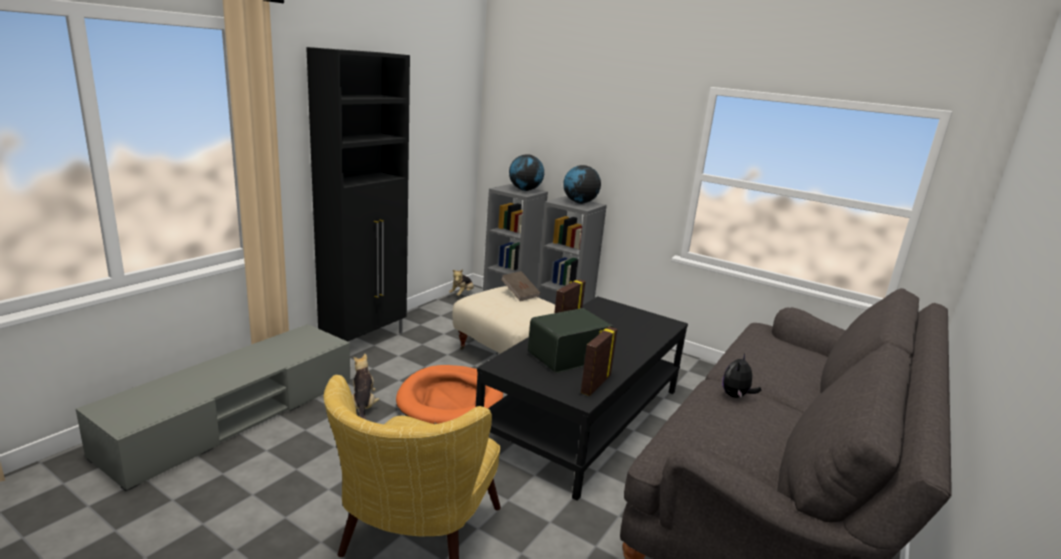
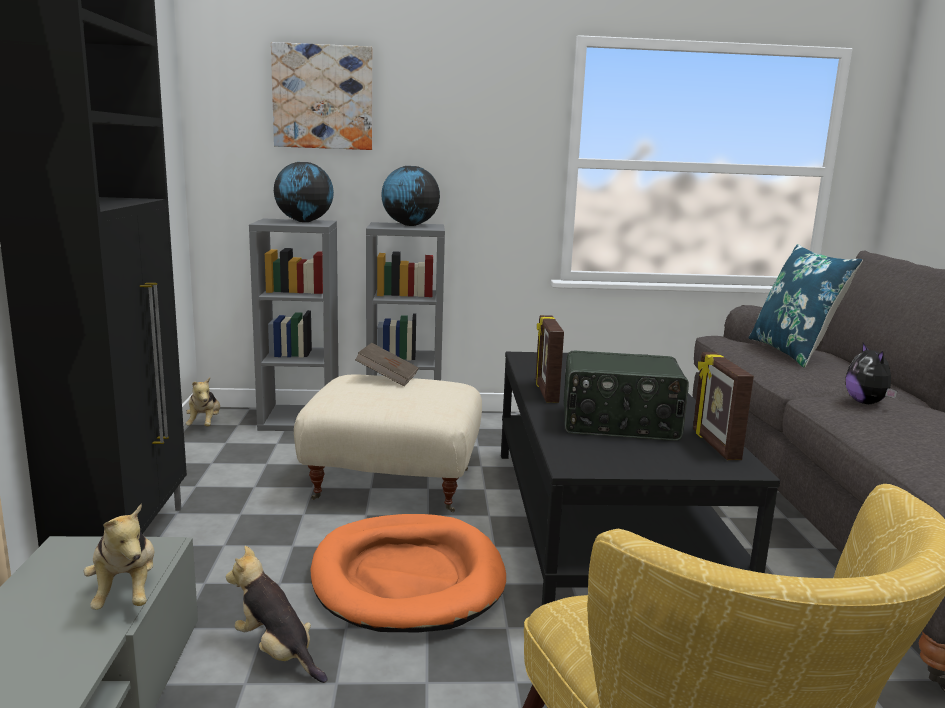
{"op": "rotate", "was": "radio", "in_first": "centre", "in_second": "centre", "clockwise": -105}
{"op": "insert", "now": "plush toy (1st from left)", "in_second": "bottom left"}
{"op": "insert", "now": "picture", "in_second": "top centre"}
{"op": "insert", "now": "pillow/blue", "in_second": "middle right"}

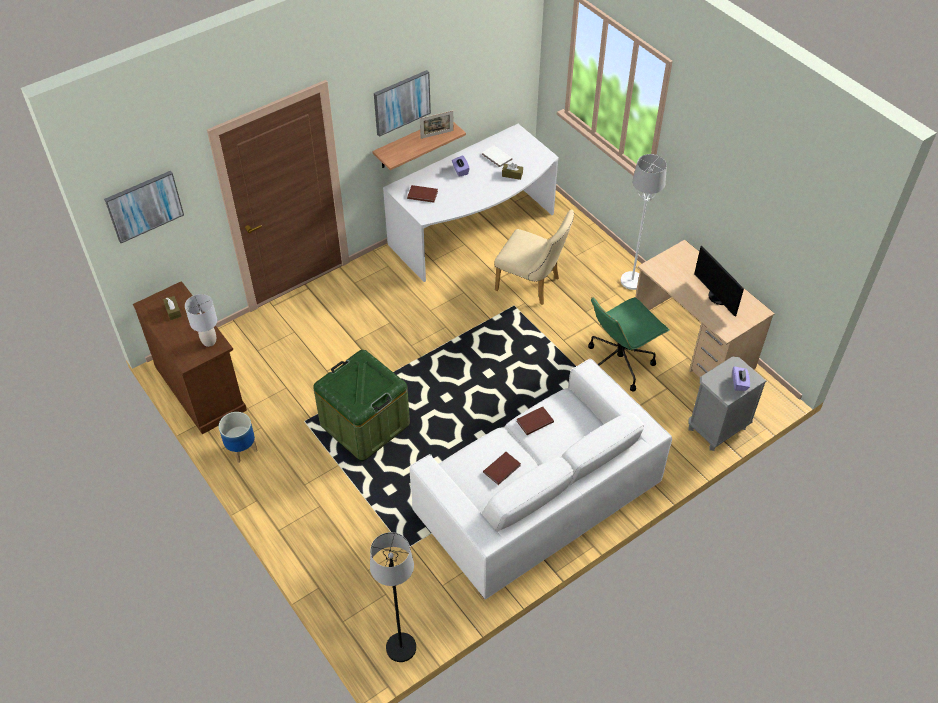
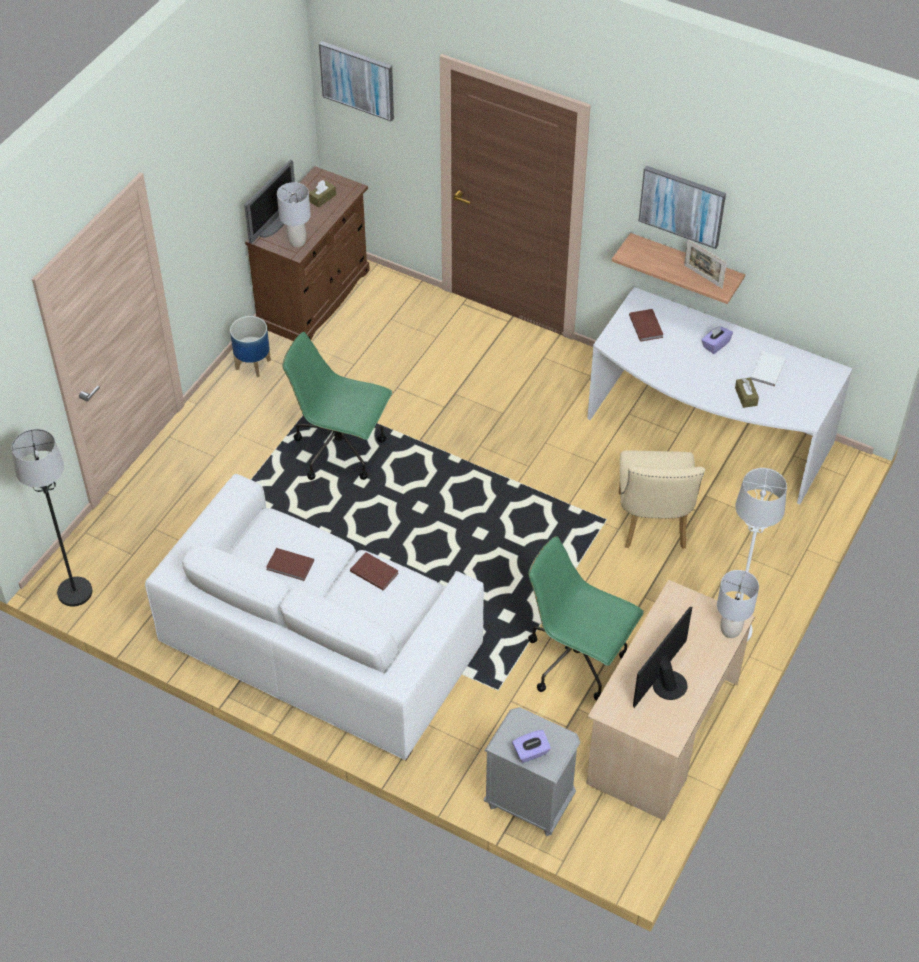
{"op": "replace", "was": "storage box/green", "now": "office chair/green (1st from left)", "in_first": "centre", "in_second": "centre"}
{"op": "insert", "now": "monitor (1st from left)", "in_second": "top left"}
{"op": "insert", "now": "table lamp/grey (2nd from left)", "in_second": "middle right"}

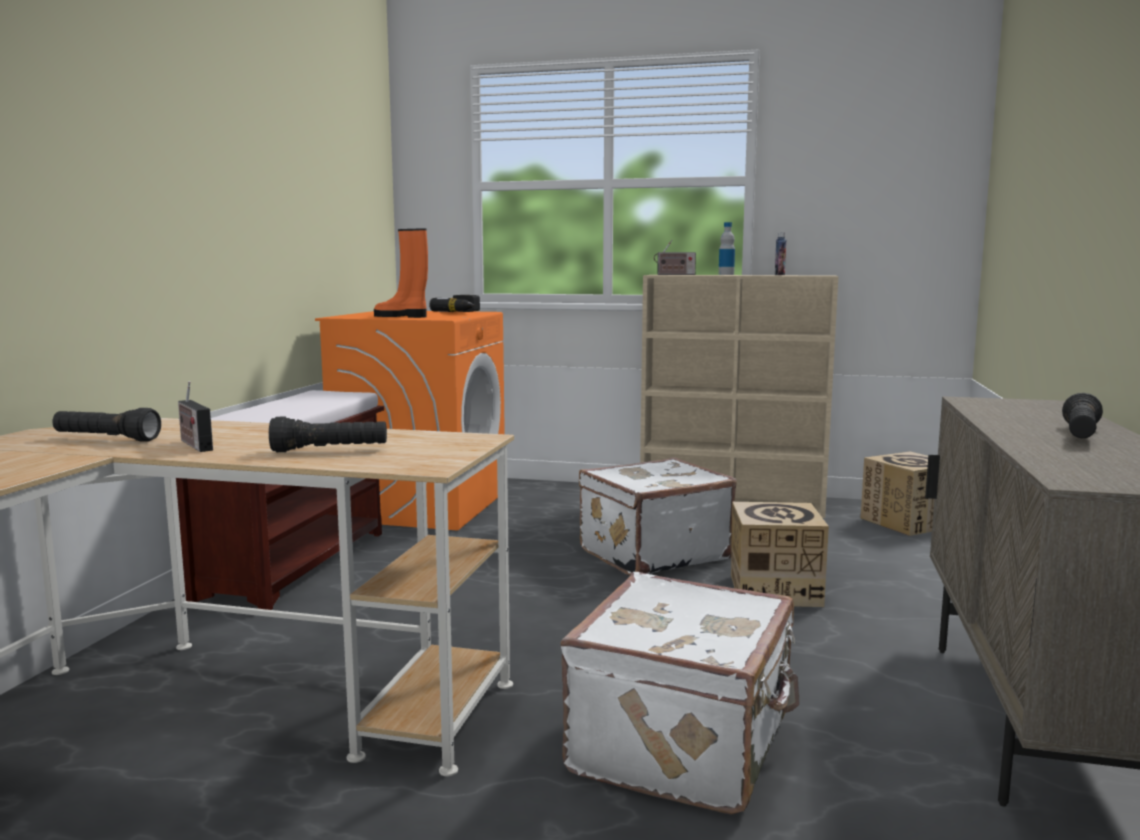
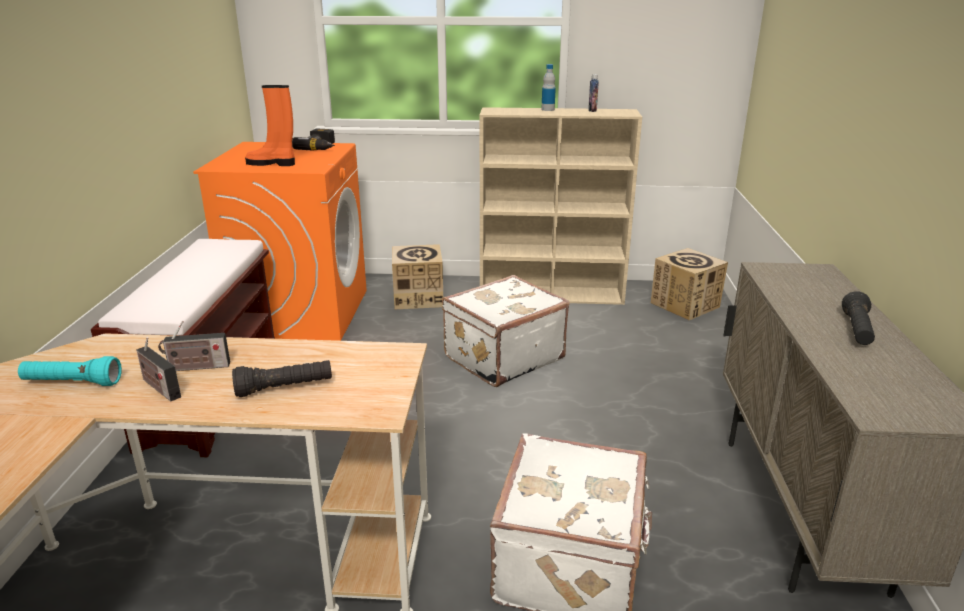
{"op": "recolor", "was": "flashlight/black (1st from left)", "now": "flashlight/turquoise", "in_first": "middle left", "in_second": "middle left"}
{"op": "move", "was": "radio (2nd from left)", "in_first": "top centre", "in_second": "middle left"}
{"op": "move", "was": "cardboard box (1st from left)", "in_first": "middle right", "in_second": "centre"}

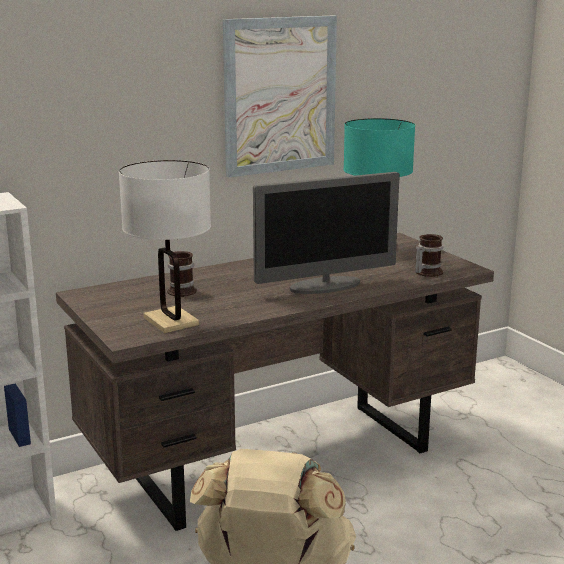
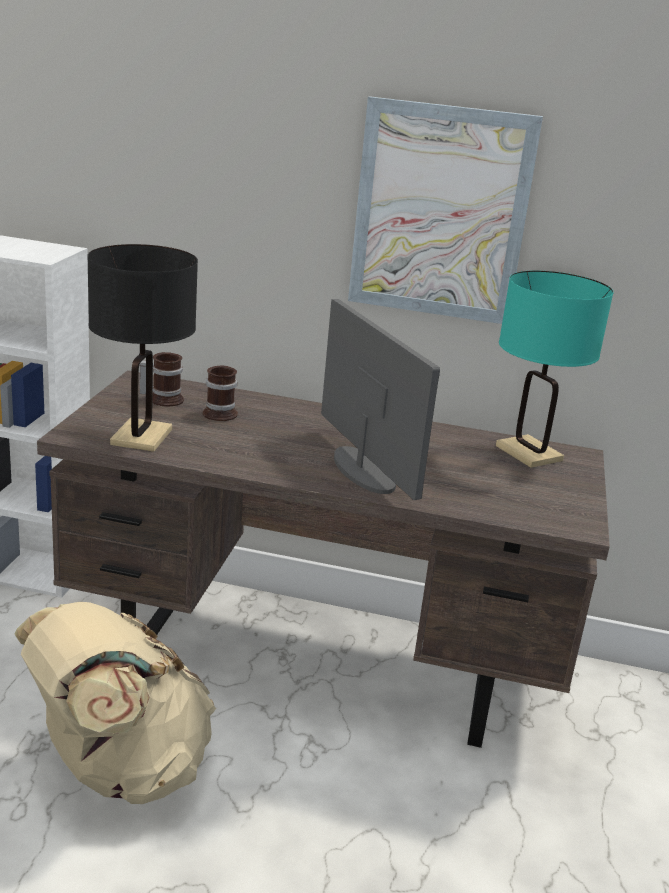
{"op": "recolor", "was": "table lamp/white", "now": "table lamp/black", "in_first": "middle left", "in_second": "middle left"}
{"op": "rotate", "was": "monitor", "in_first": "centre", "in_second": "centre", "clockwise": -135}
{"op": "move", "was": "mug (2nd from left in the first image)", "now": "mug (1st from left)", "in_first": "middle right", "in_second": "middle left"}

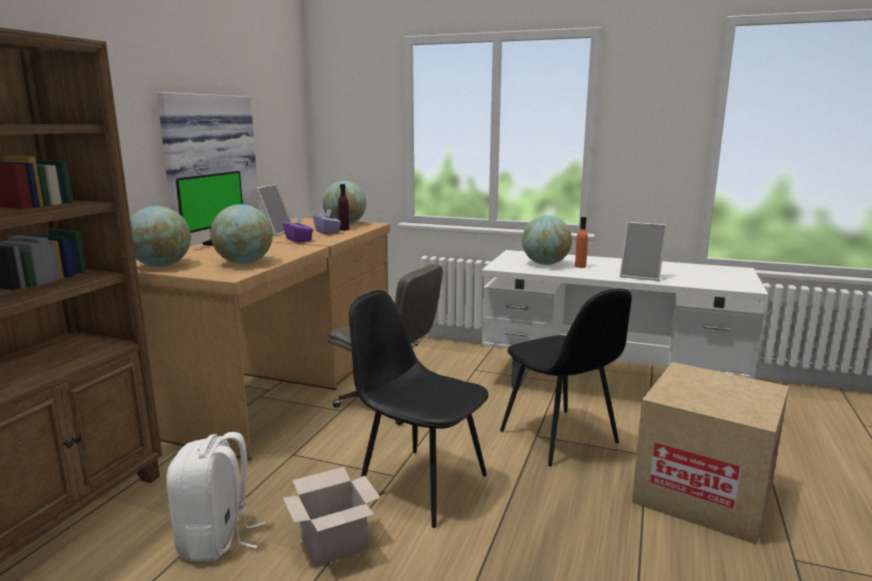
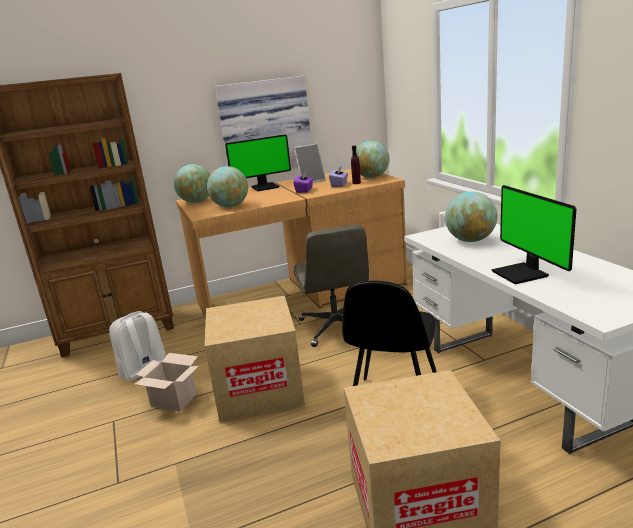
{"op": "replace", "was": "chair/black (1st from left)", "now": "cardboard box (2nd from left)", "in_first": "bottom centre", "in_second": "bottom centre"}
{"op": "delete", "was": "bottle/orange", "in_first": "centre"}
{"op": "replace", "was": "picture frame (2nd from left)", "now": "monitor (2nd from left)", "in_first": "middle right", "in_second": "middle right"}

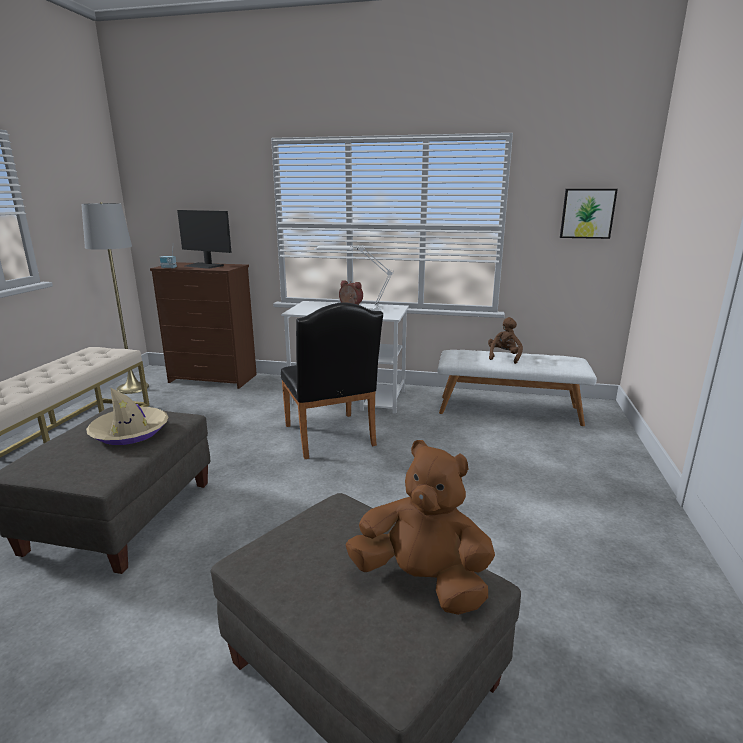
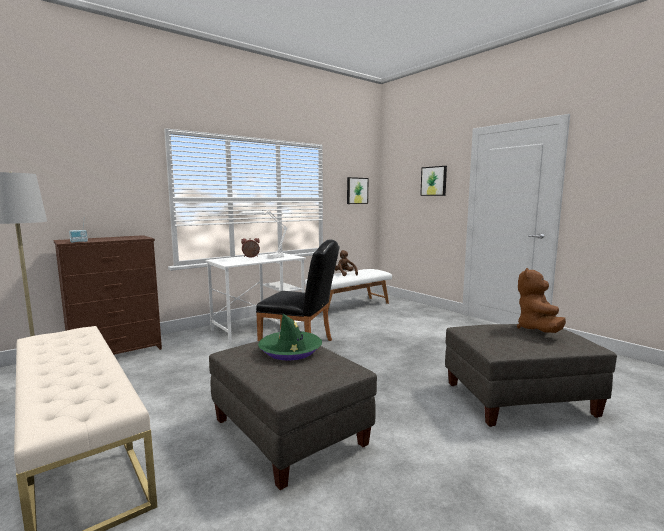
{"op": "recolor", "was": "hat/beige", "now": "hat/green", "in_first": "middle left", "in_second": "centre"}
{"op": "delete", "was": "monitor", "in_first": "top left"}
{"op": "rotate", "was": "plush toy/brown (1st from left in the first image)", "in_first": "bottom centre", "in_second": "middle right", "clockwise": -45}
{"op": "insert", "now": "picture (2nd from left)", "in_second": "centre"}

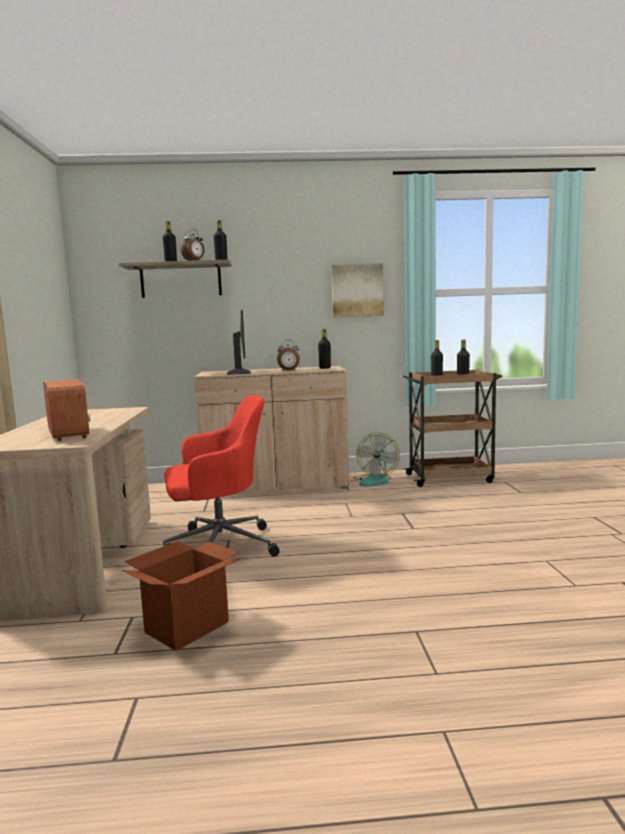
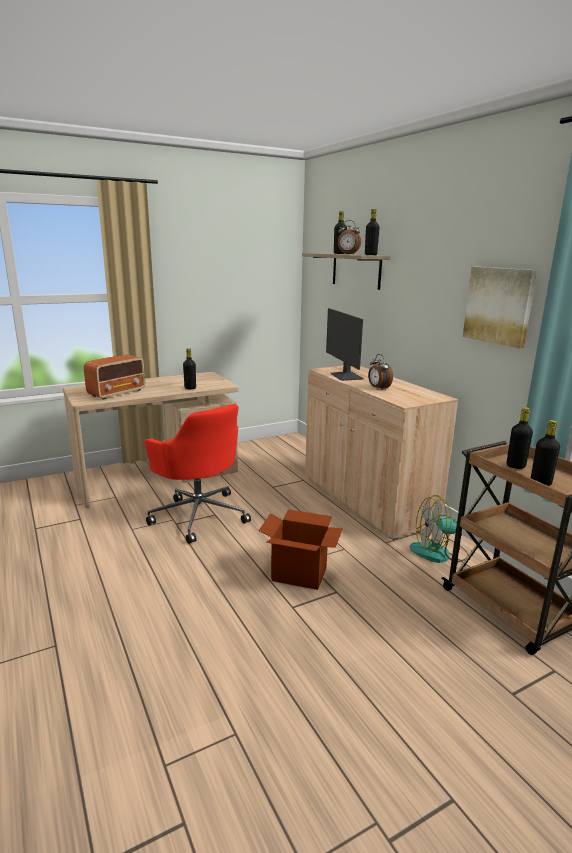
{"op": "move", "was": "cardboard box", "in_first": "bottom left", "in_second": "centre"}
{"op": "rotate", "was": "monitor", "in_first": "centre", "in_second": "centre", "clockwise": 105}
{"op": "move", "was": "bottle/black (3rd from left in the first image)", "now": "bottle/black (1st from left)", "in_first": "centre", "in_second": "middle left"}

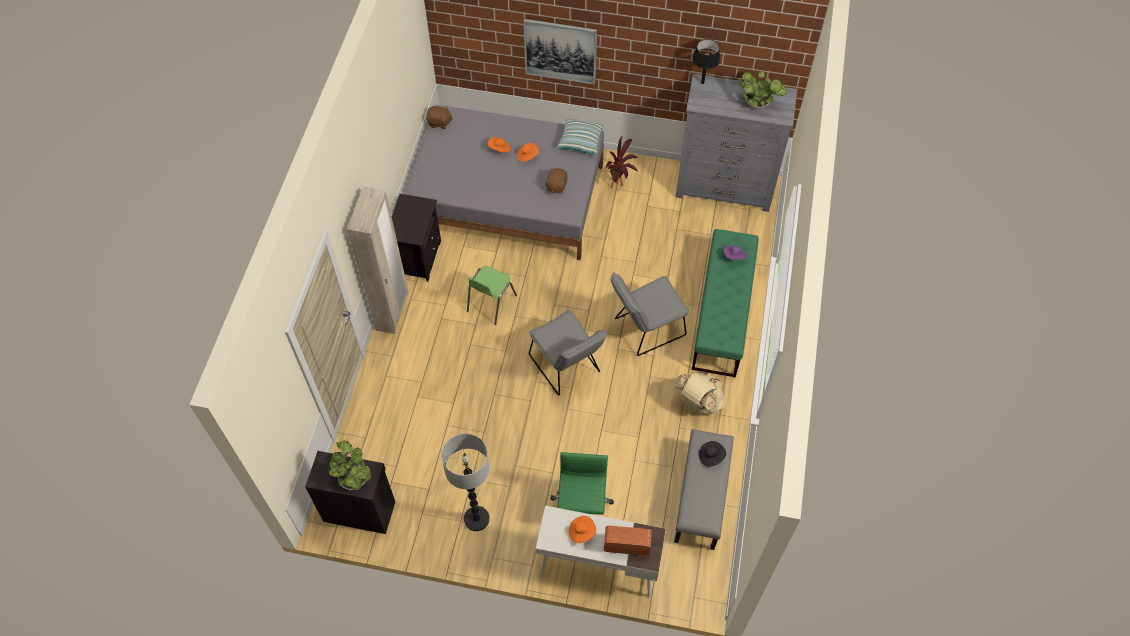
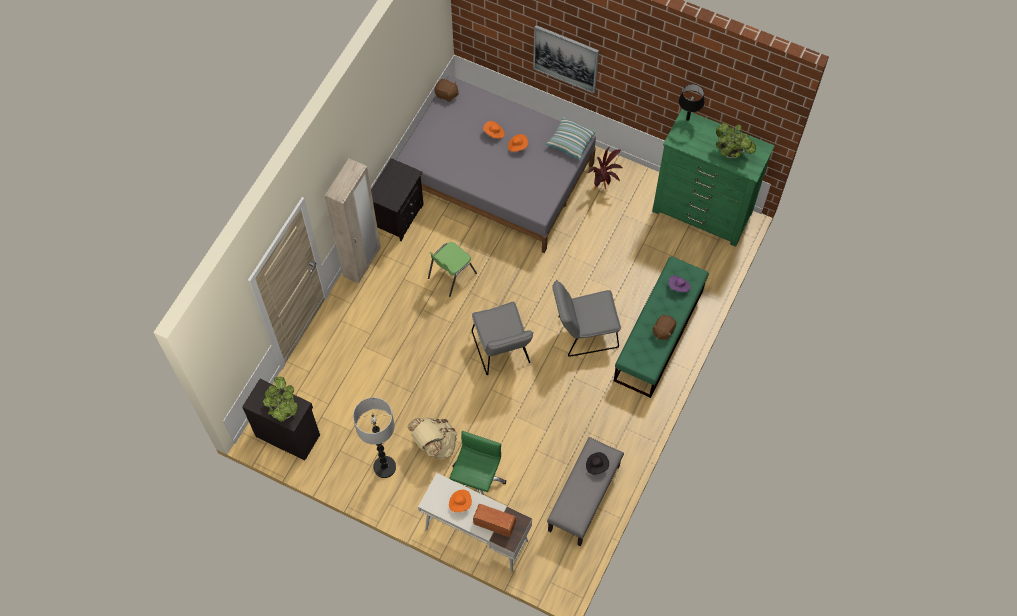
{"op": "move", "was": "plush toy/brown (2nd from left)", "in_first": "top centre", "in_second": "centre"}
{"op": "move", "was": "backpack/beige", "in_first": "centre", "in_second": "bottom centre"}
{"op": "recolor", "was": "dresser/grey", "now": "dresser/green", "in_first": "top centre", "in_second": "top right"}

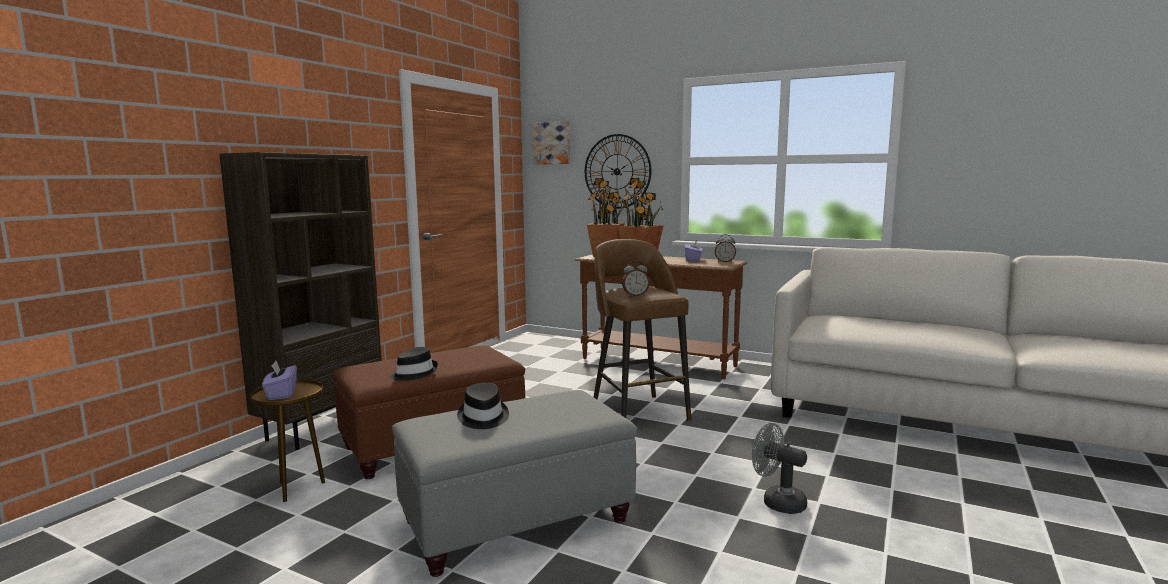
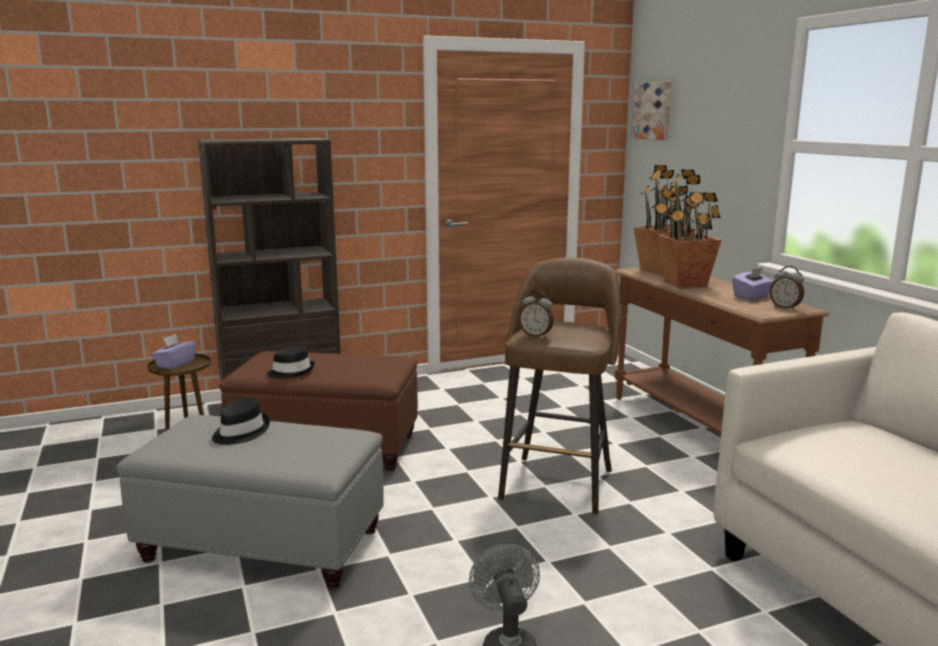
{"op": "delete", "was": "wall clock", "in_first": "top centre"}

